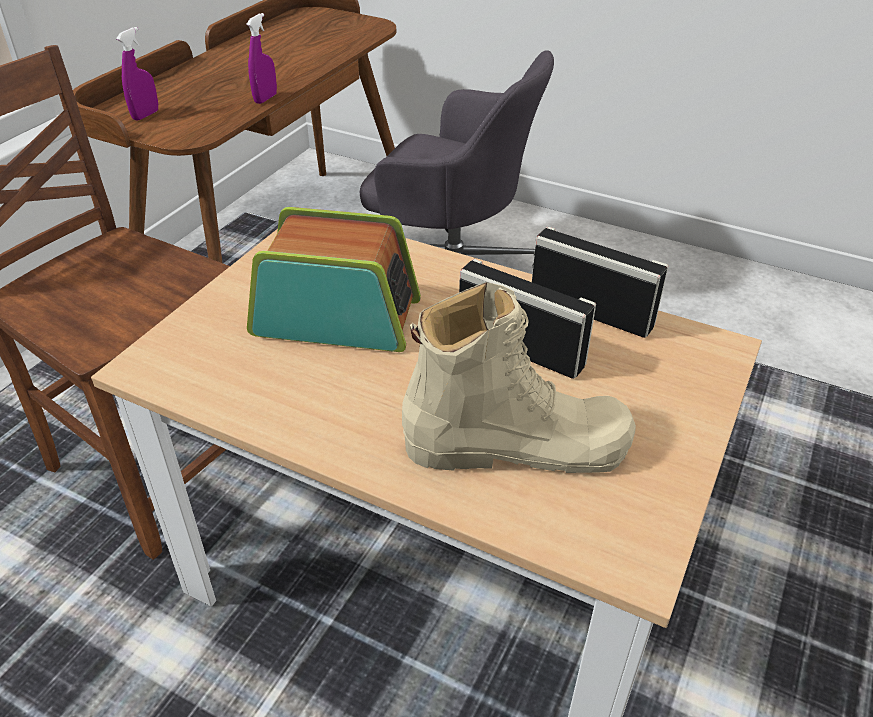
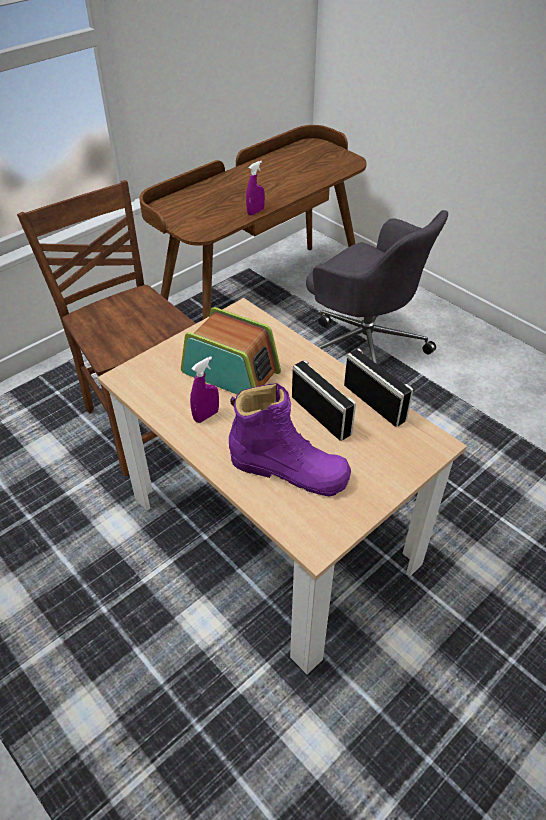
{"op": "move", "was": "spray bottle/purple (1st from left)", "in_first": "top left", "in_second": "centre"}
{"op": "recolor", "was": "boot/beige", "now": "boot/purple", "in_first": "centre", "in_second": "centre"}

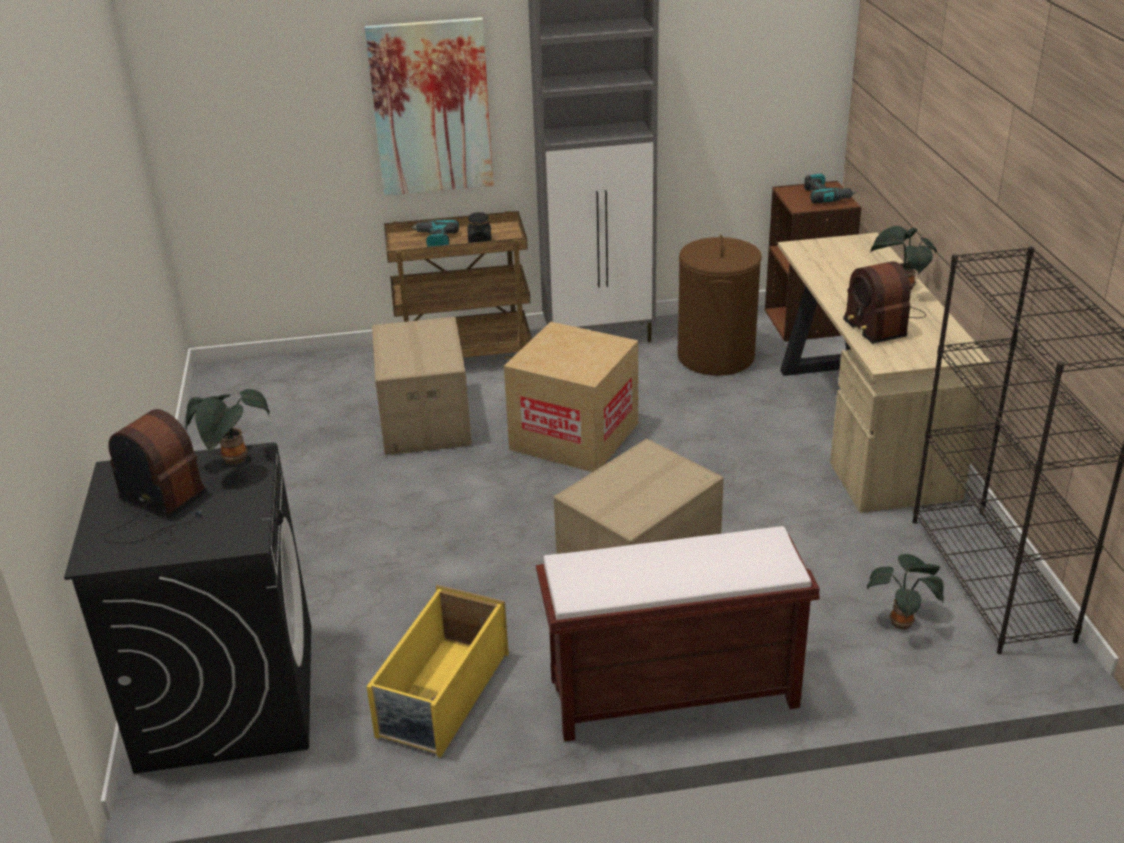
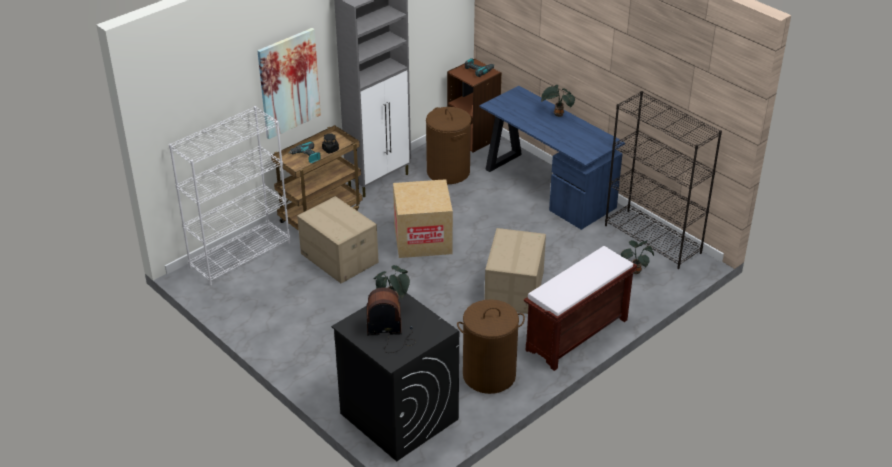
{"op": "replace", "was": "storage box/yellow", "now": "laundry basket/brown (2nd from left)", "in_first": "bottom centre", "in_second": "bottom centre"}
{"op": "recolor", "was": "desk/beige", "now": "desk/blue", "in_first": "middle right", "in_second": "centre"}
{"op": "delete", "was": "radio (2nd from left)", "in_first": "middle right"}
{"op": "insert", "now": "bookcase/white", "in_second": "middle left"}

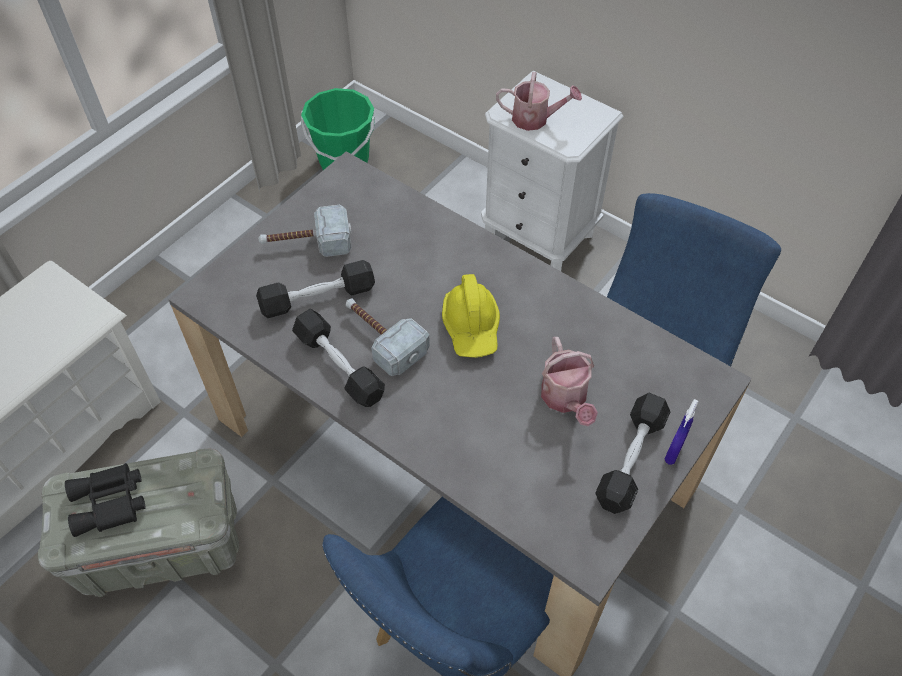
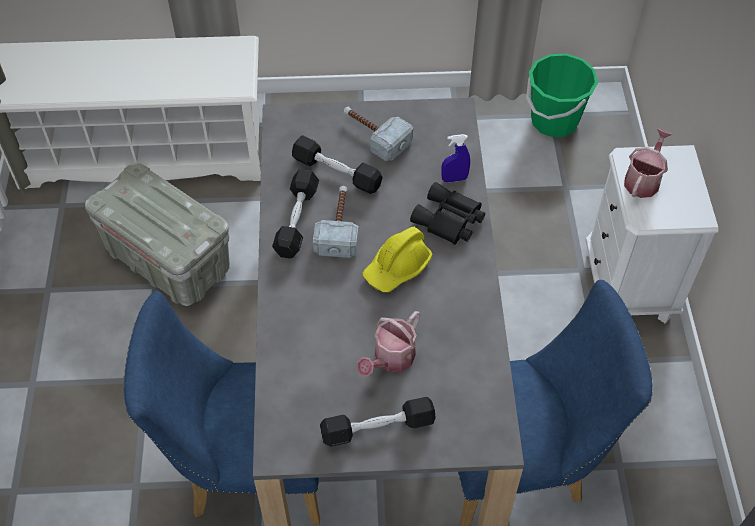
{"op": "move", "was": "binoculars/black", "in_first": "bottom left", "in_second": "centre"}
{"op": "rotate", "was": "watering can (1st from left in the first image)", "in_first": "top centre", "in_second": "top right", "clockwise": -120}
{"op": "move", "was": "spray bottle/blue", "in_first": "middle right", "in_second": "top centre"}

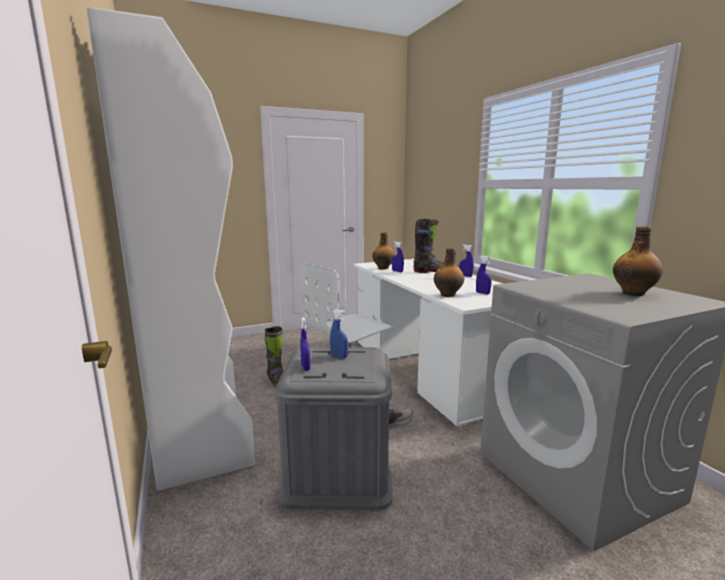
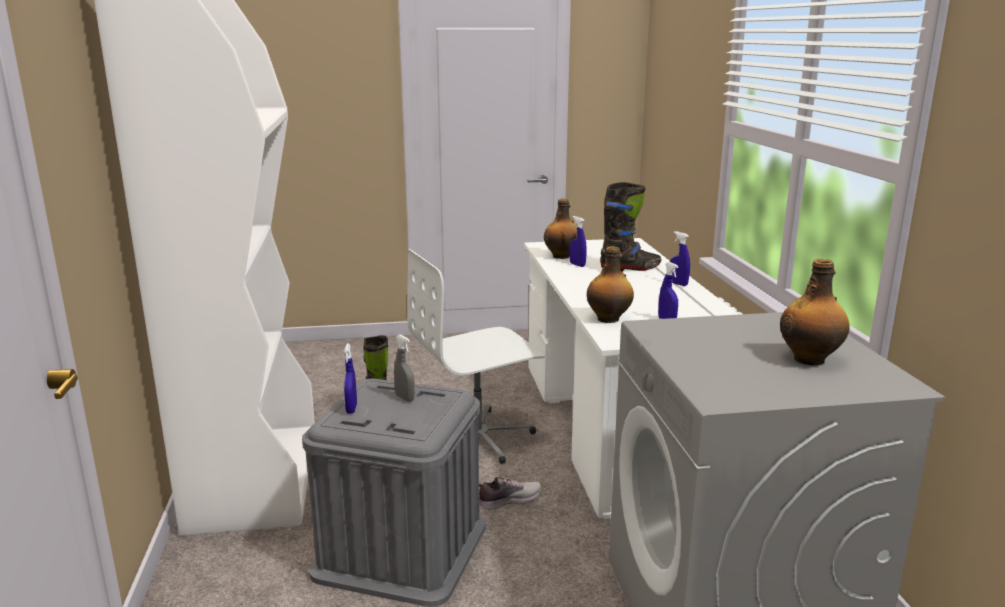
{"op": "recolor", "was": "spray bottle/blue (2nd from left)", "now": "spray bottle/grey", "in_first": "centre", "in_second": "centre"}

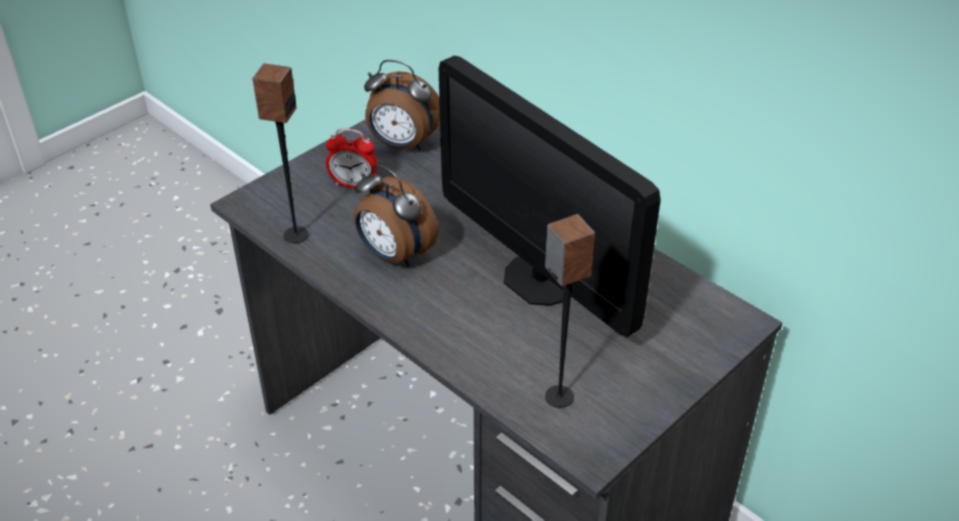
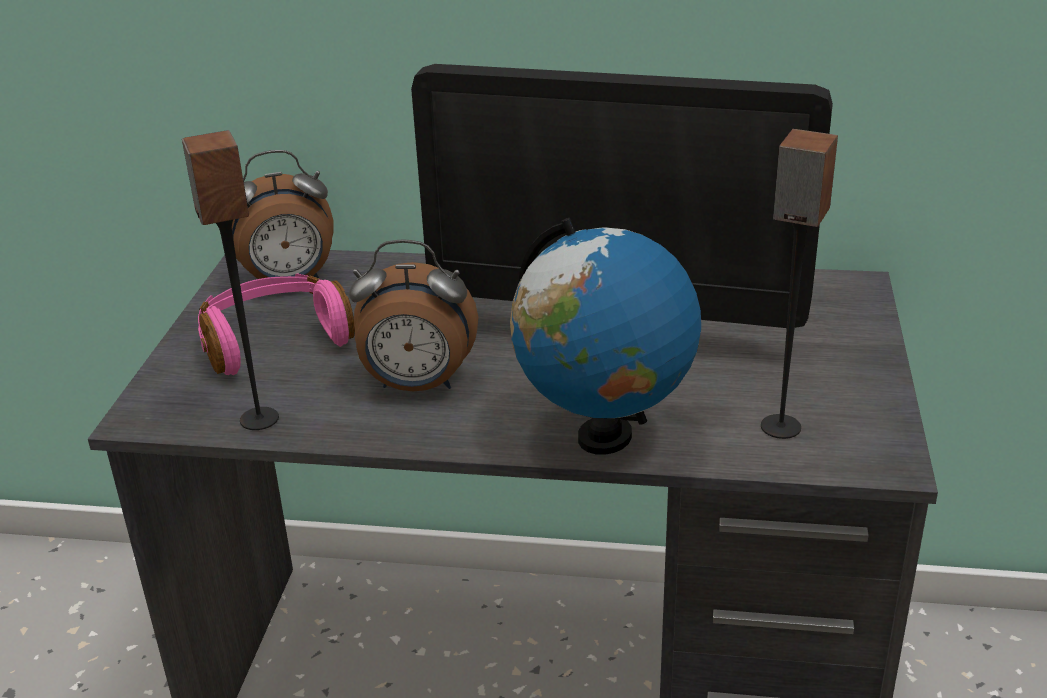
{"op": "replace", "was": "alarm clock (1st from left)", "now": "headphones/pink", "in_first": "top centre", "in_second": "middle left"}
{"op": "insert", "now": "globe", "in_second": "centre"}

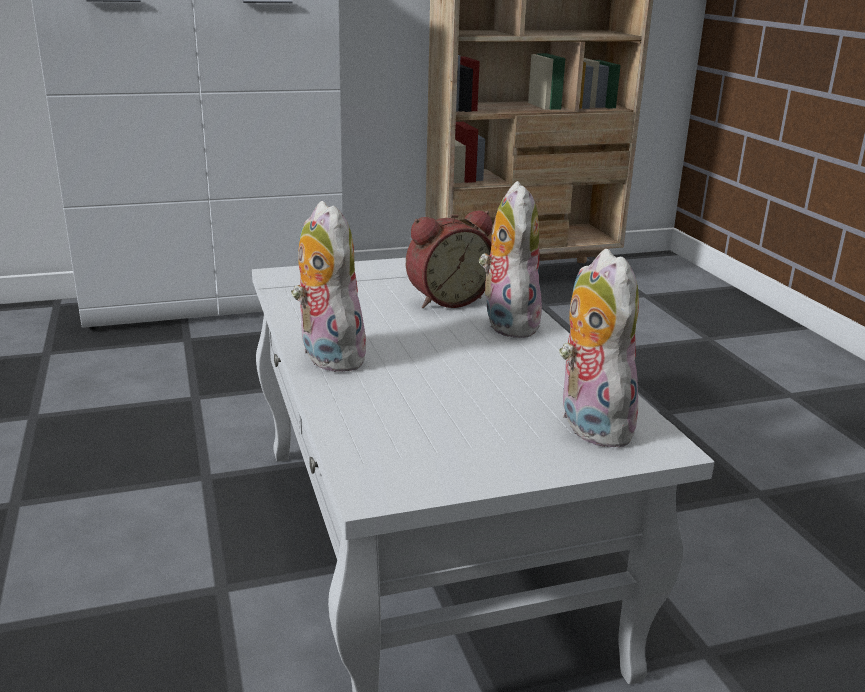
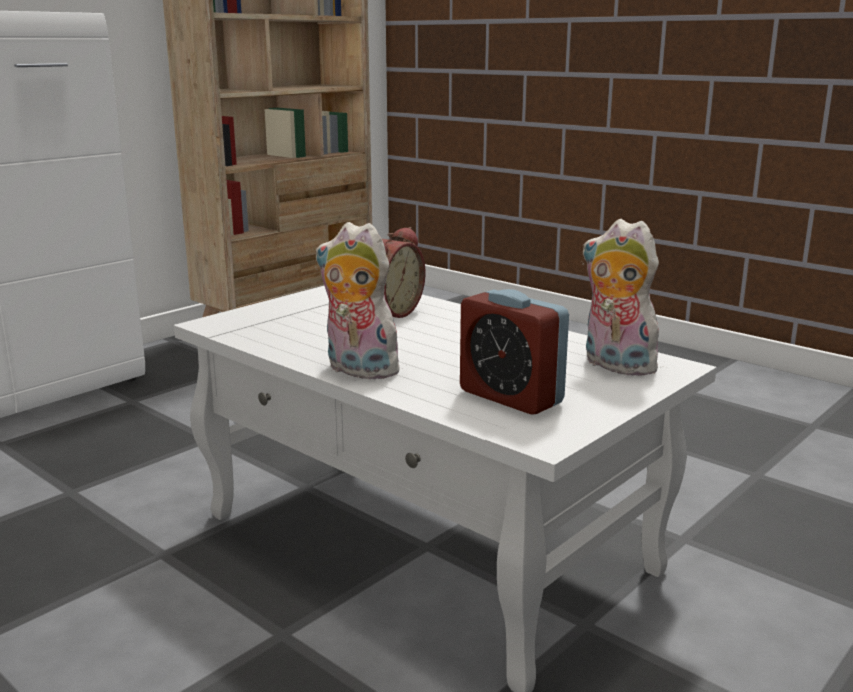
{"op": "delete", "was": "plush toy (2nd from left)", "in_first": "centre"}
{"op": "insert", "now": "alarm clock (2nd from left)", "in_second": "centre"}

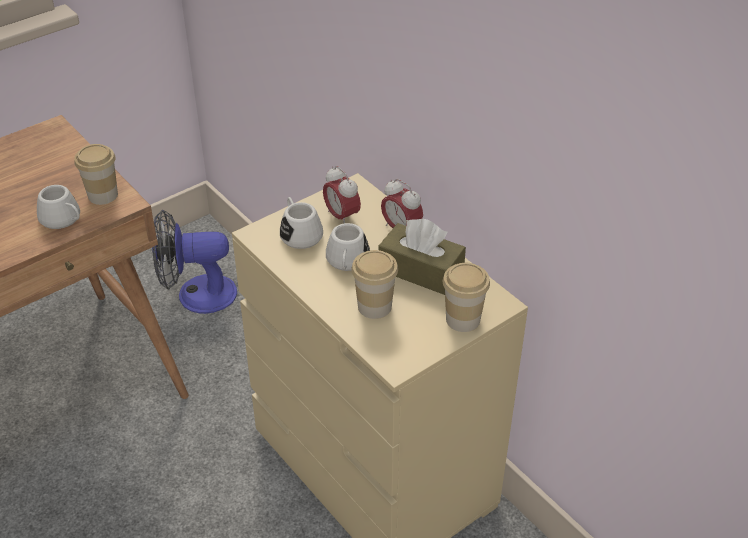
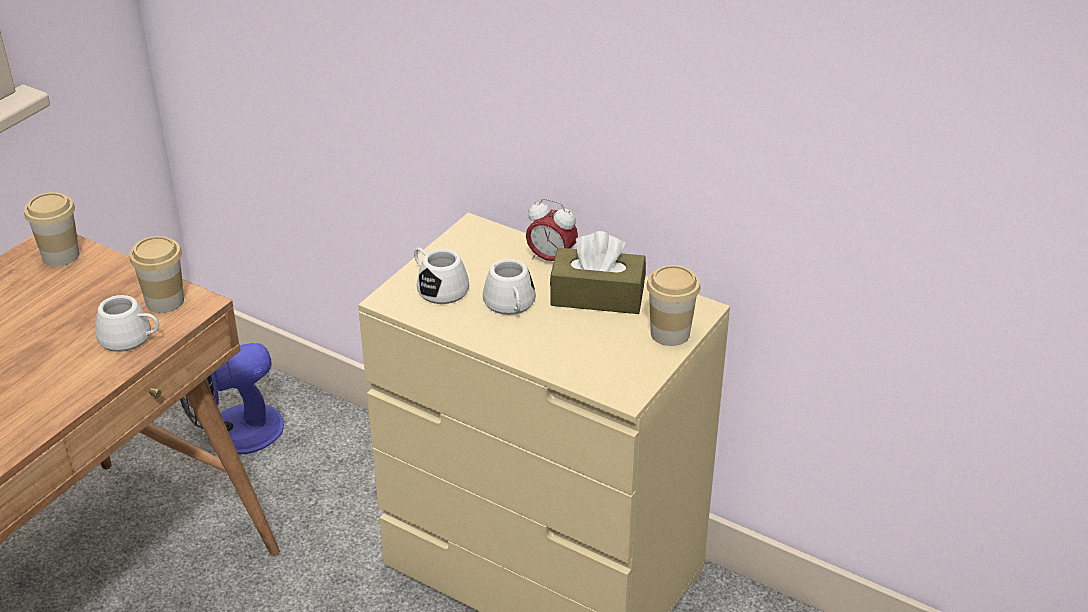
{"op": "delete", "was": "alarm clock (1st from left)", "in_first": "centre"}
{"op": "move", "was": "cup (2nd from left in the first image)", "now": "cup (1st from left)", "in_first": "centre", "in_second": "middle left"}

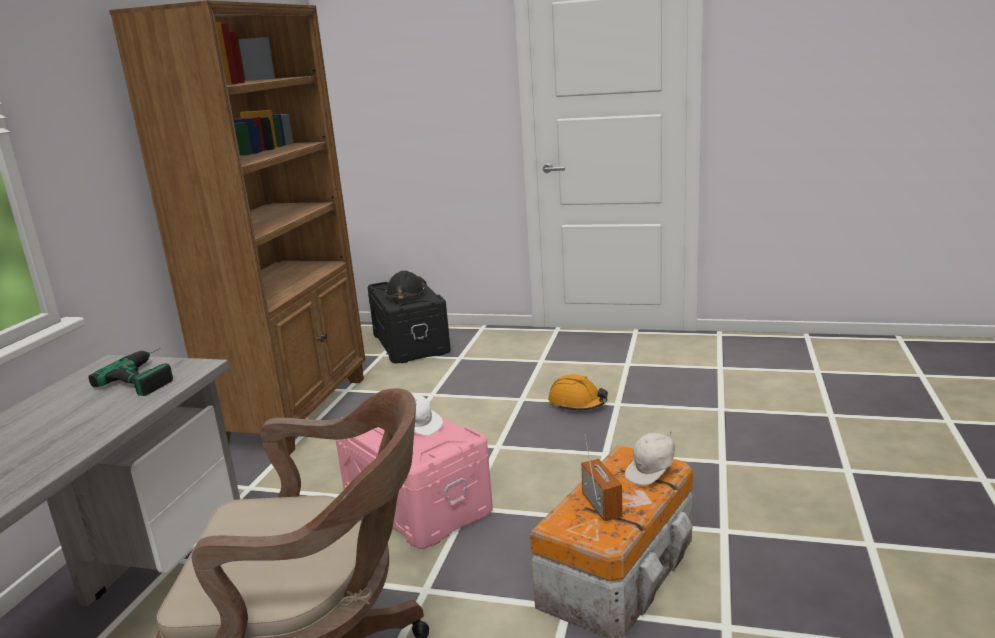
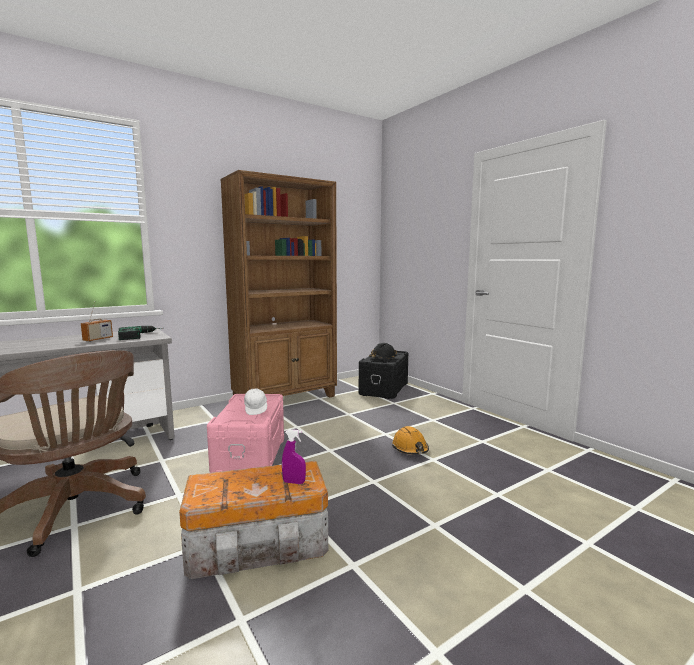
{"op": "move", "was": "radio", "in_first": "bottom centre", "in_second": "middle left"}
{"op": "replace", "was": "cap/white (2nd from left)", "now": "spray bottle/purple", "in_first": "bottom centre", "in_second": "bottom centre"}

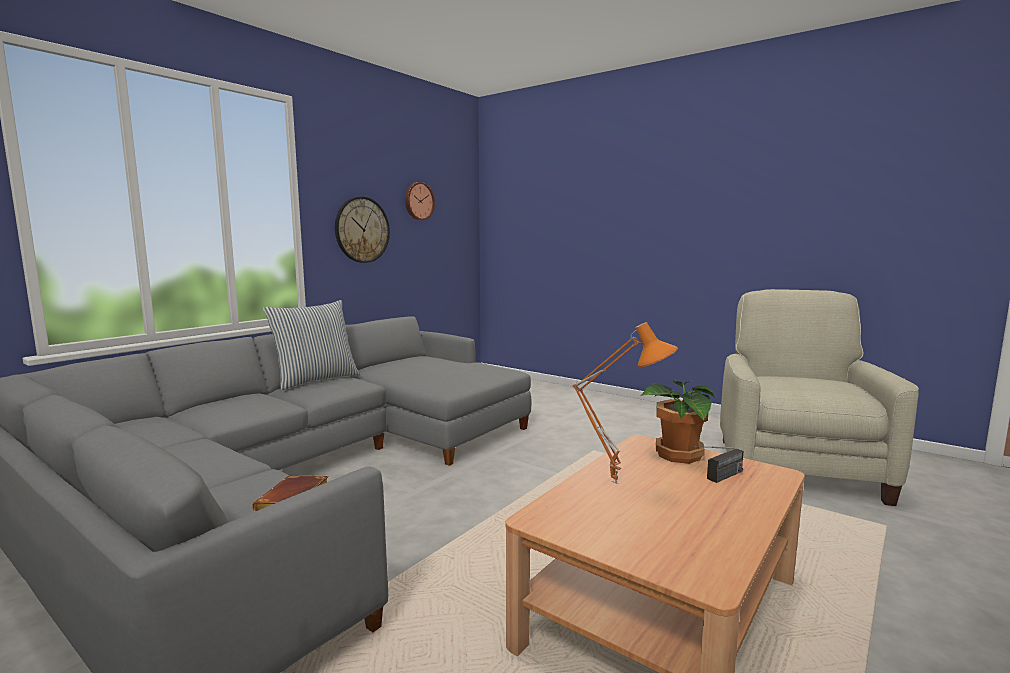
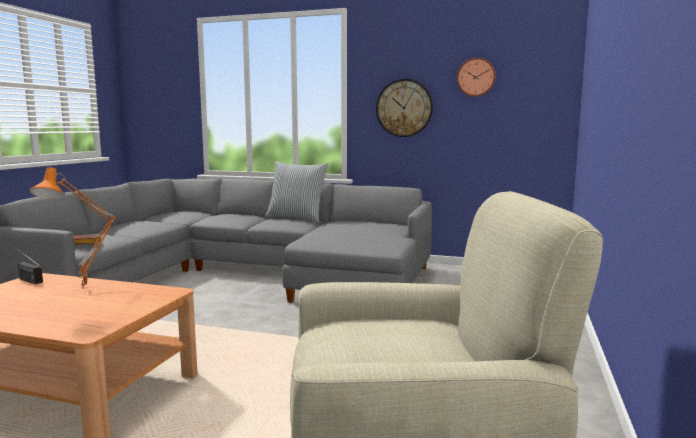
{"op": "delete", "was": "potted plant", "in_first": "middle right"}
{"op": "move", "was": "radio", "in_first": "bottom right", "in_second": "middle left"}

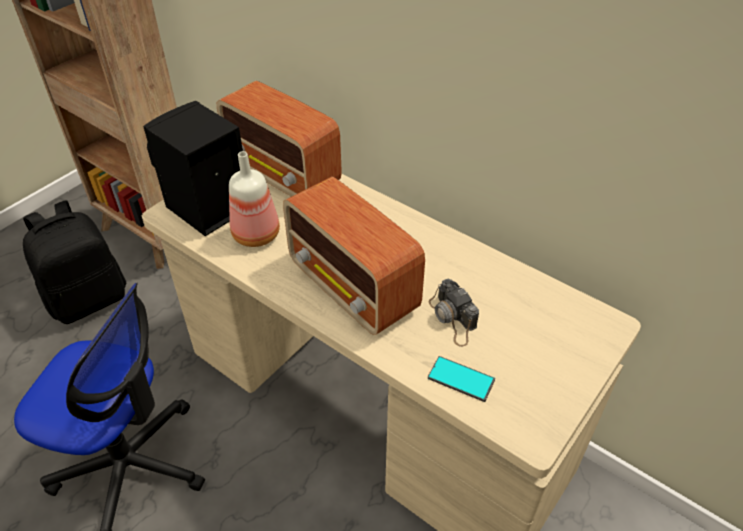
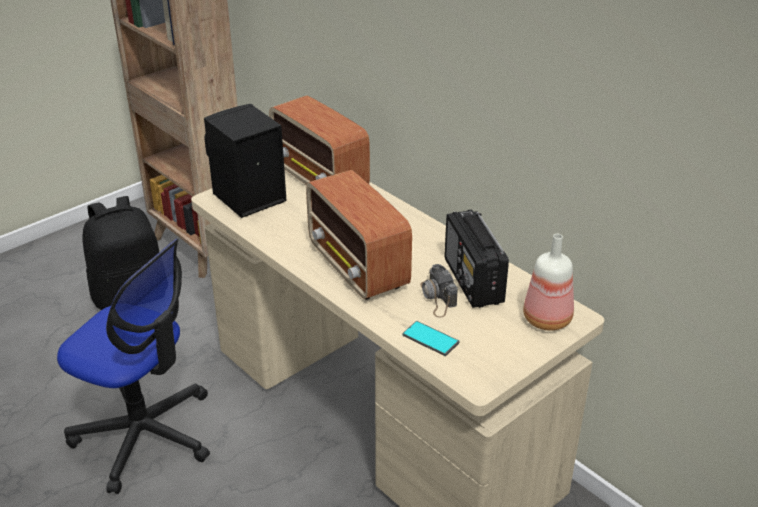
{"op": "move", "was": "bottle", "in_first": "centre", "in_second": "middle right"}
{"op": "insert", "now": "radio (3rd from left)", "in_second": "centre"}

